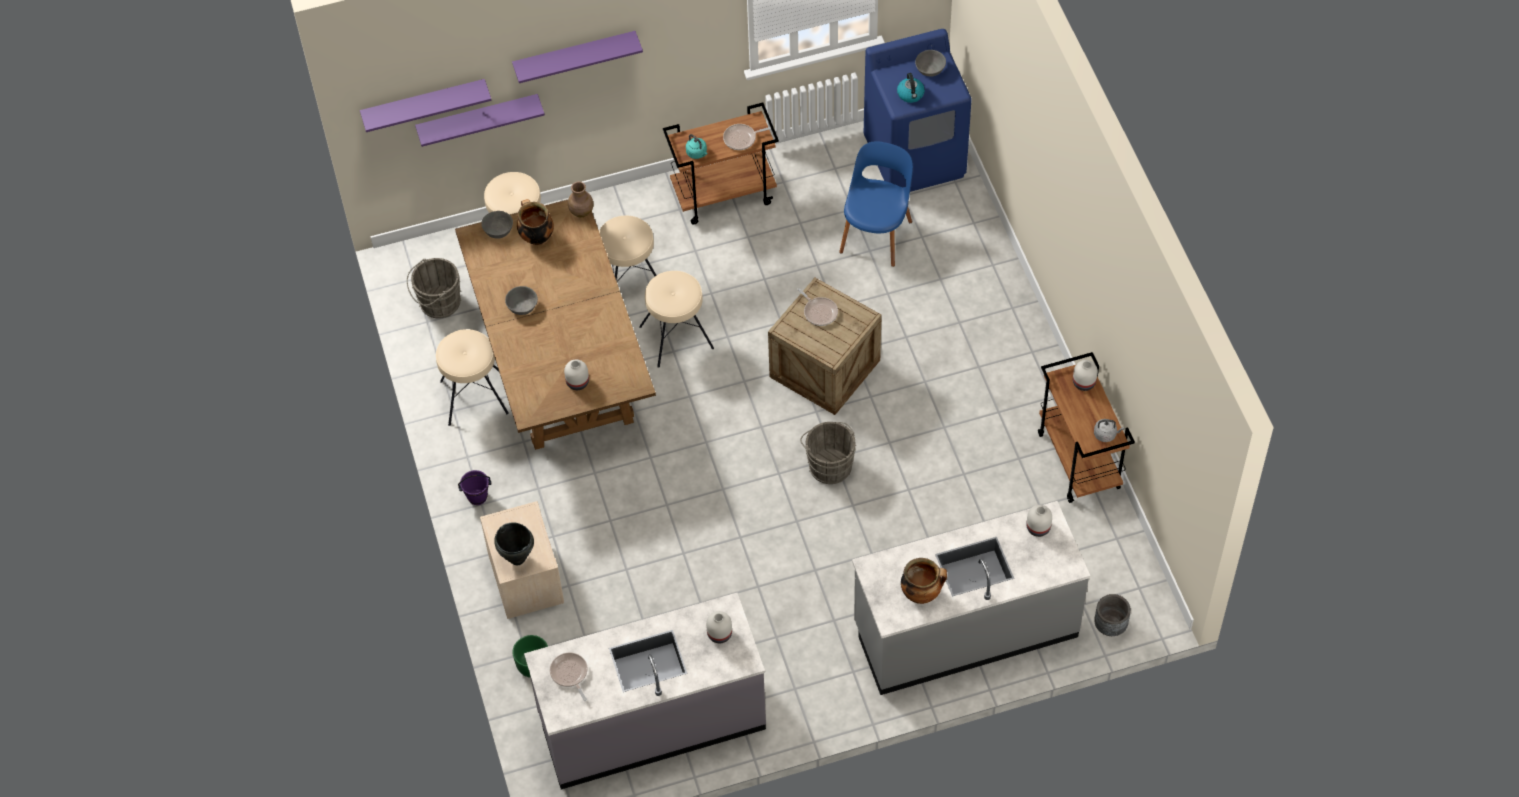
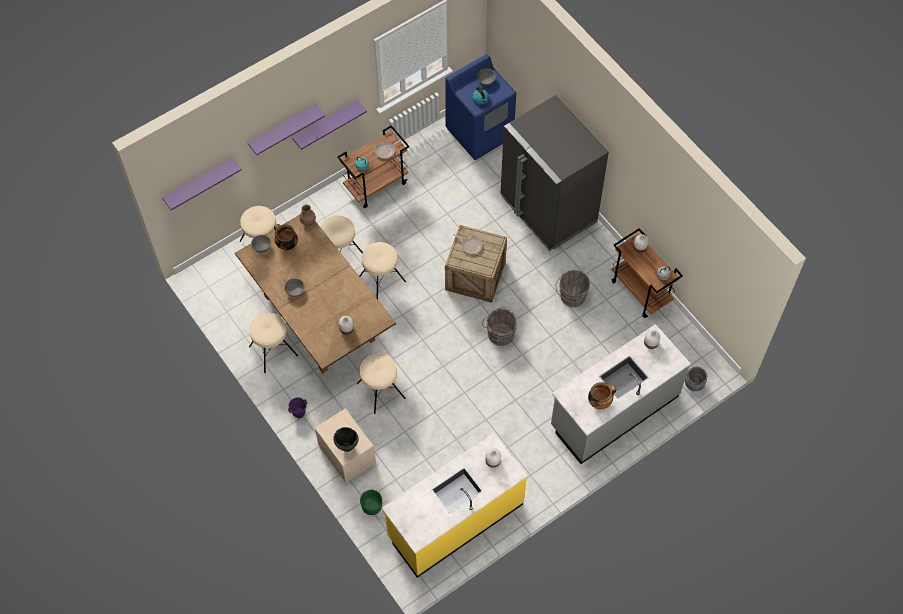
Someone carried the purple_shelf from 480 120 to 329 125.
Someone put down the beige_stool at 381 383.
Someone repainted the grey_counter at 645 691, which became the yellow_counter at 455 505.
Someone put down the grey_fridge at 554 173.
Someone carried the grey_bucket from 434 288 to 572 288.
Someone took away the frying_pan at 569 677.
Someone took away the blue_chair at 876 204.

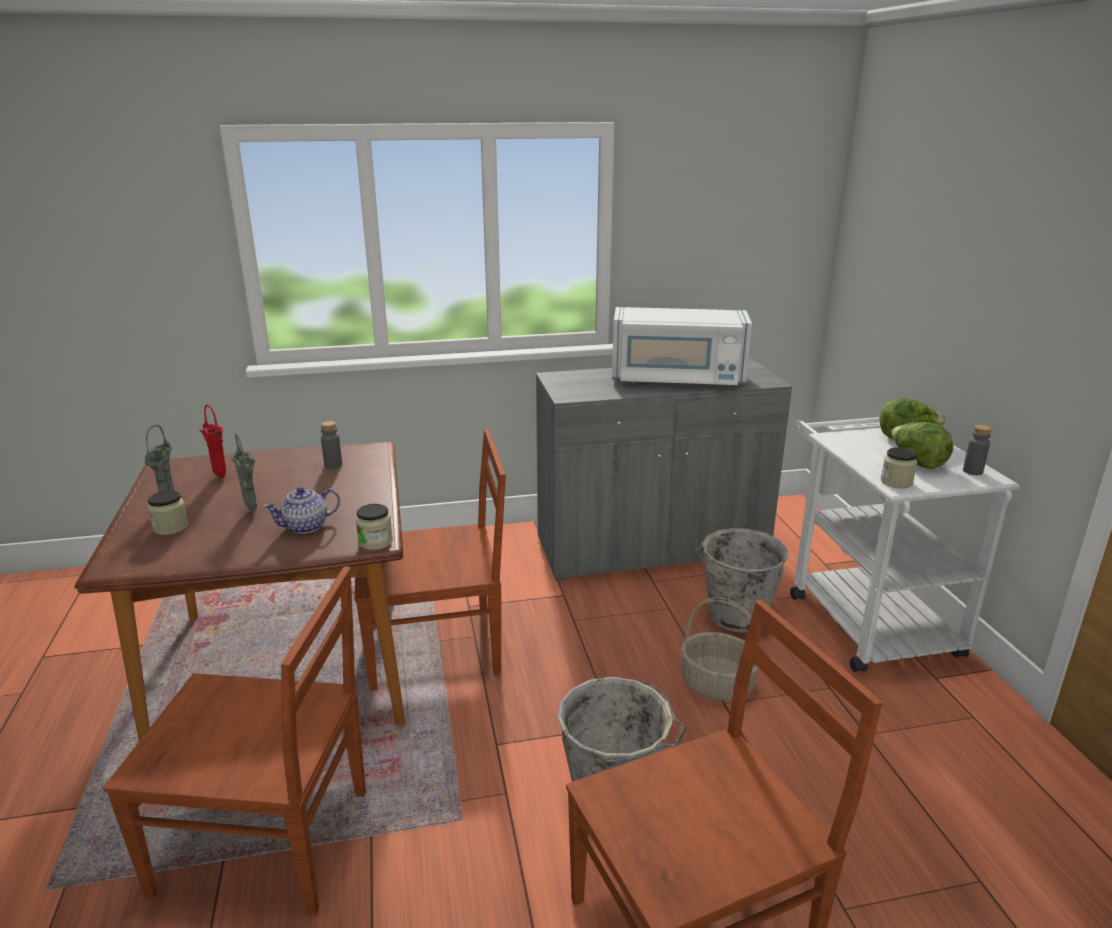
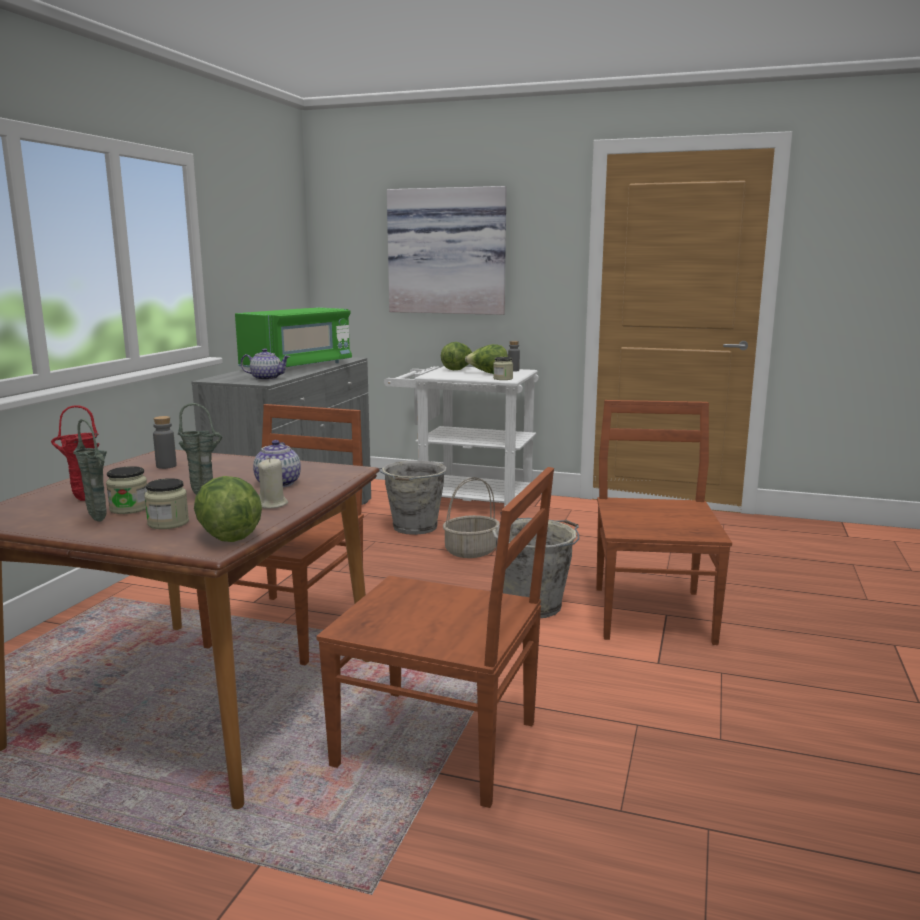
Someone carried the jar from 374 527 to 126 490.
Someone put down the lettuce at 228 509.
Someone repainted the white_microwave at 682 347, which became the green_microwave at 293 337.
Someone put down the teapot at 265 364.
Someone put down the beige_candle at 273 483.
Someone rotated the brown_chair at 234 740 by 75 degrees clockwise.
Someone put up the picture at 446 250.

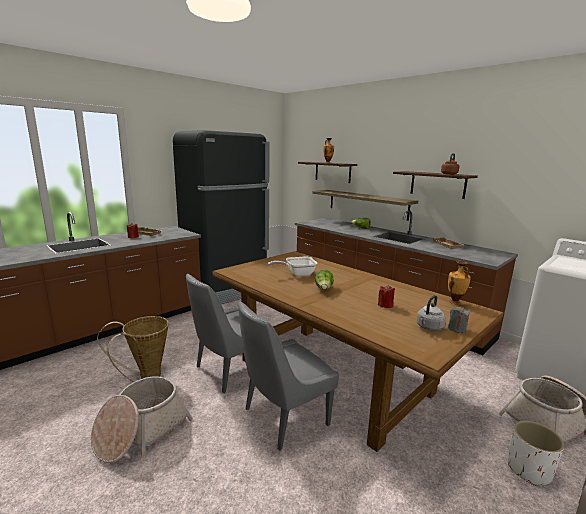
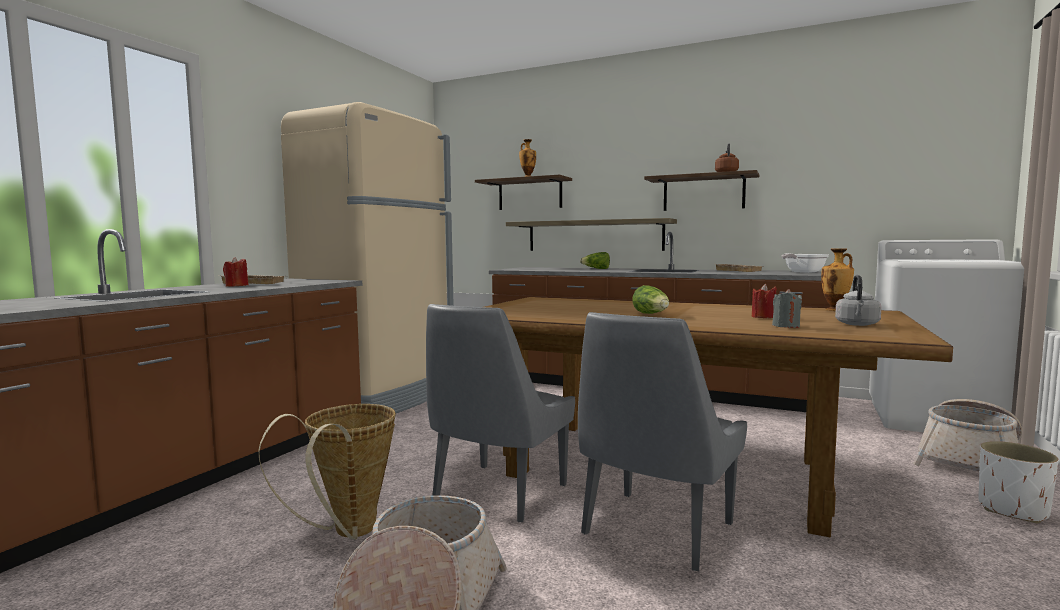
Someone repainted the black_fridge at 221 217, which became the beige_fridge at 367 257.
Someone carried the grey_candle from 459 320 to 787 308.
Someone carried the frying_pan from 292 266 to 805 263.

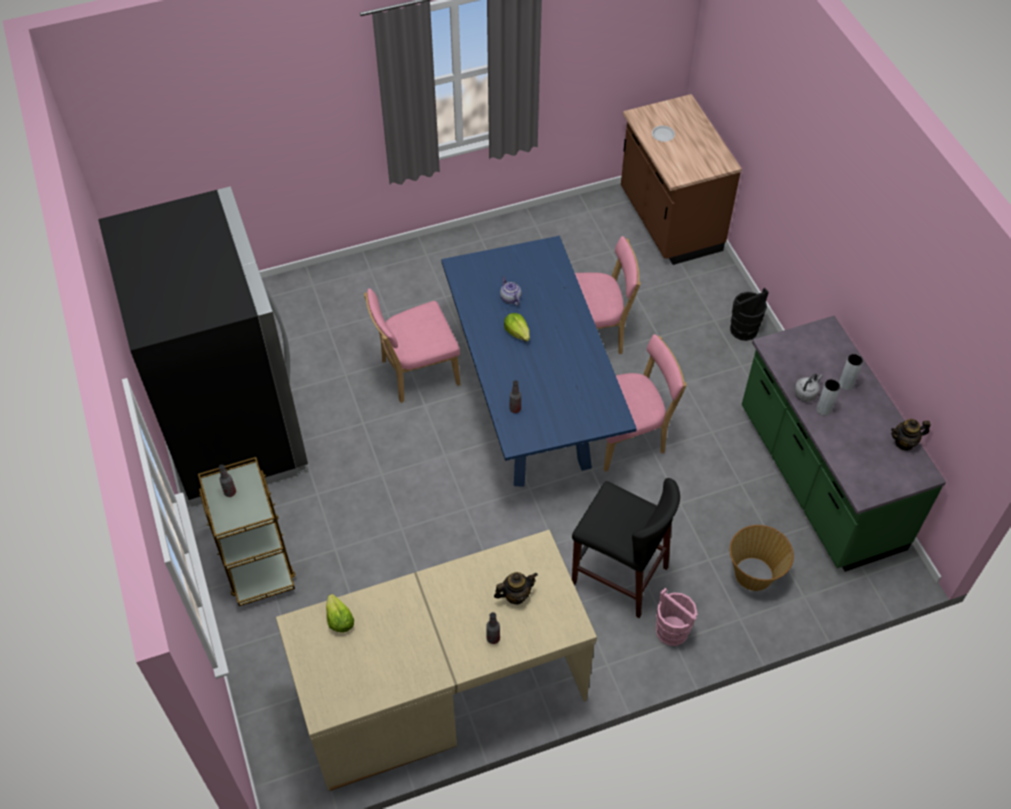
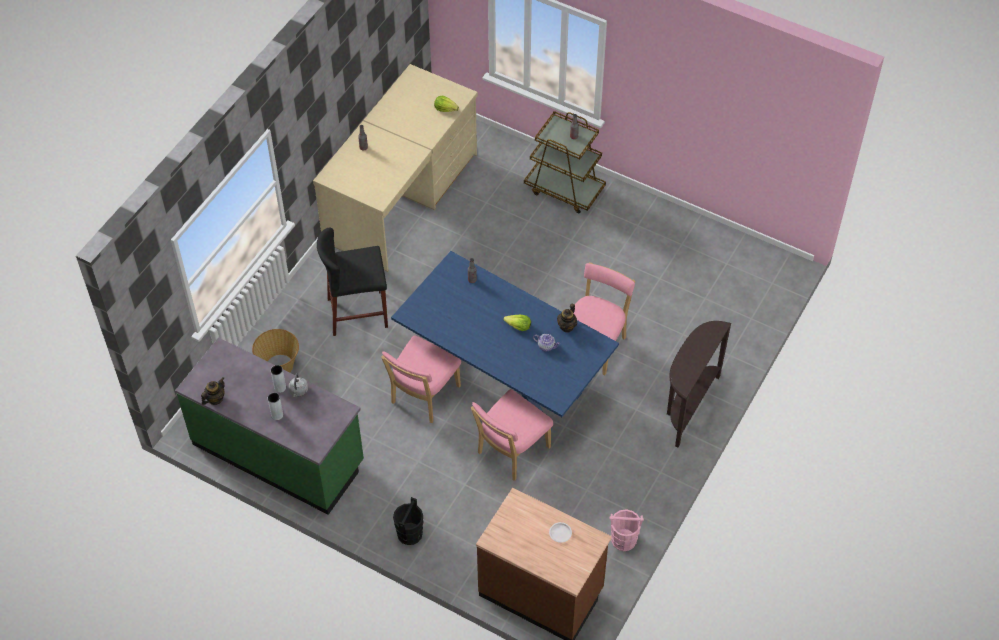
Someone carried the teapot from 516 588 to 567 317.
Someone carried the pink_bucket from 677 617 to 627 530.
Someone put down the brown_console_table at 699 384.
Someone took away the black_fridge at 203 346.

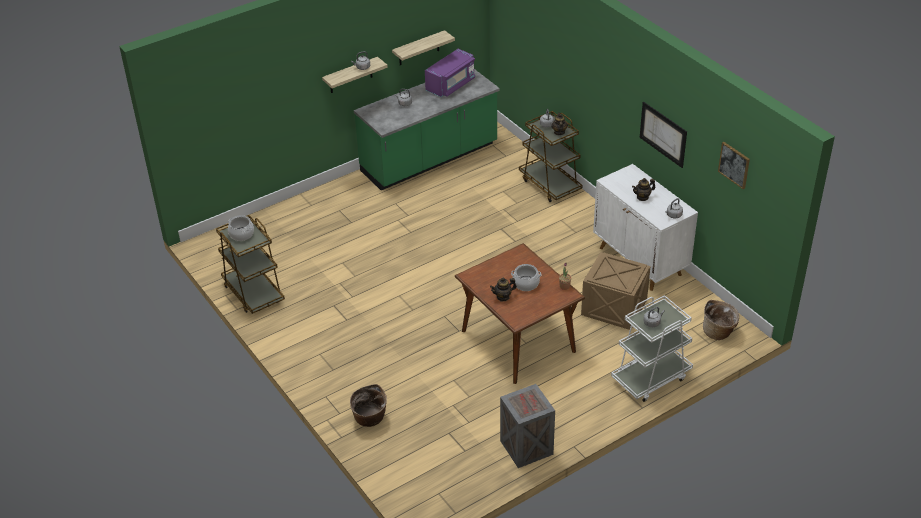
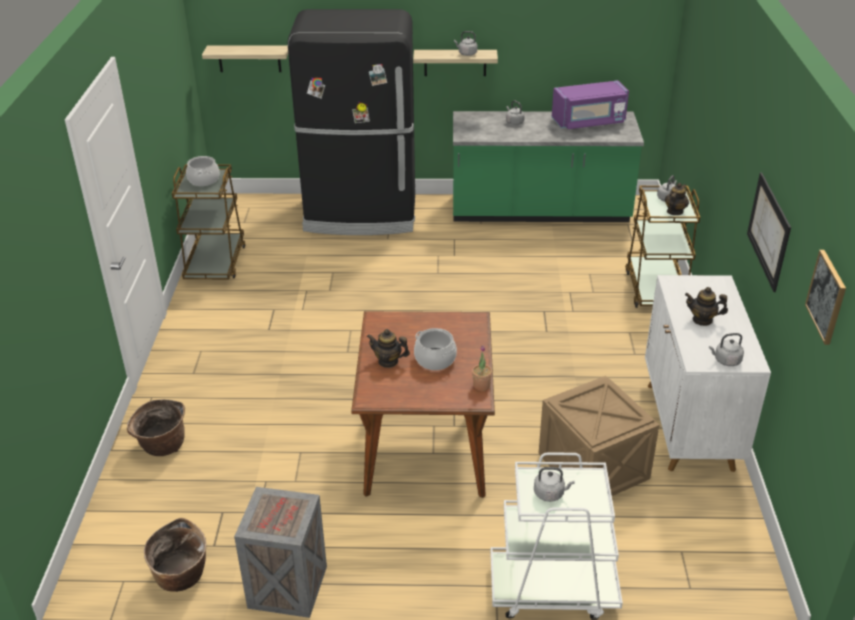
Someone carried the basket from 721 320 to 175 555.
Someone carried the shelf from 423 47 to 245 59.
Someone put down the black_fridge at 351 122.

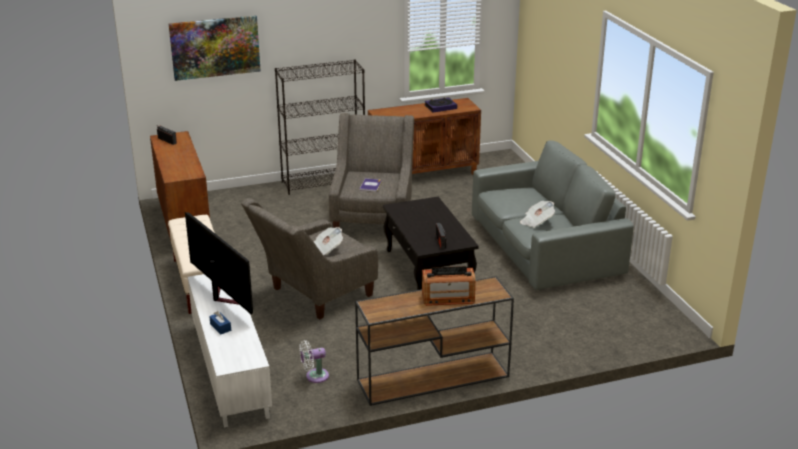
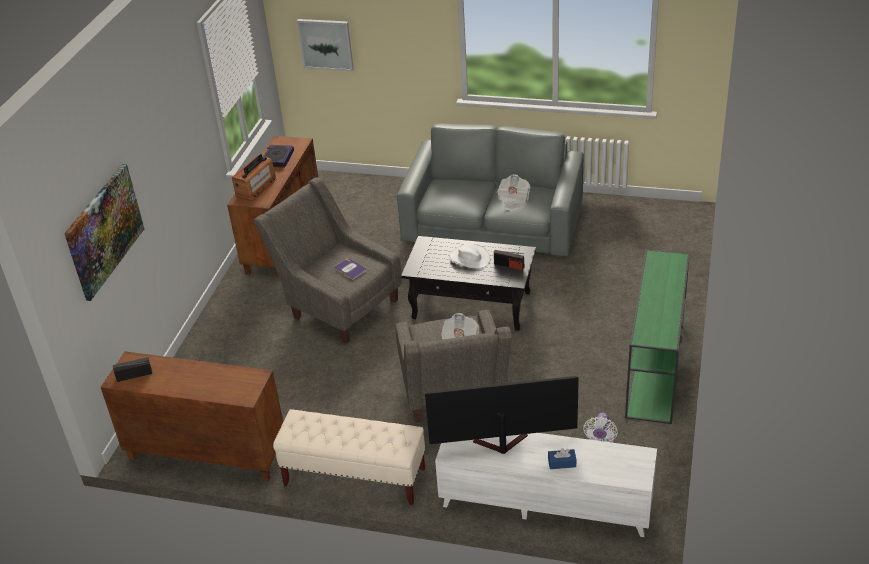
Someone carried the radio from 448 286 to 254 177.
Someone put up the picture at 325 45.
Someone put down the white_hat at 470 256.
Someone repainted the brown_console_table at 434 341, which became the green_console_table at 657 336.
Someone took away the black_bookcase at 320 127.

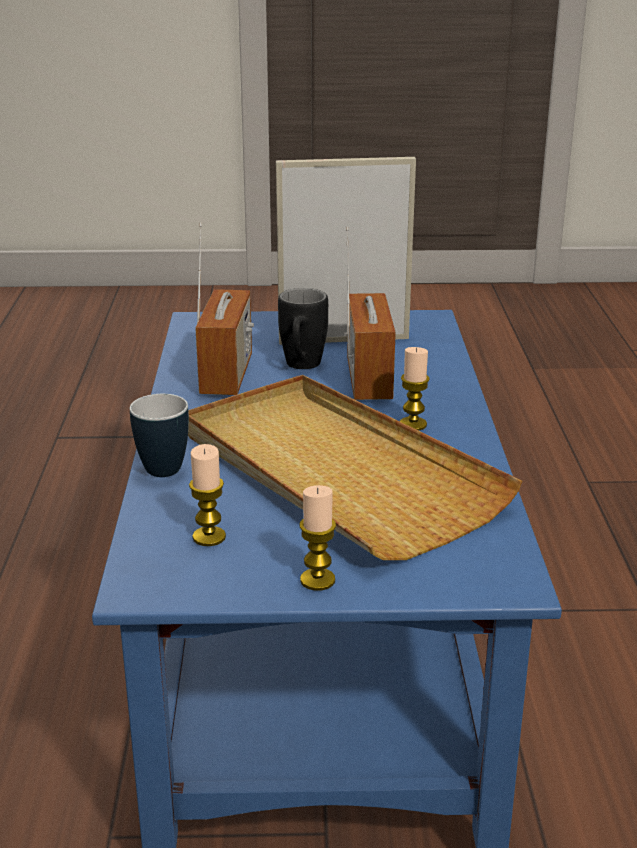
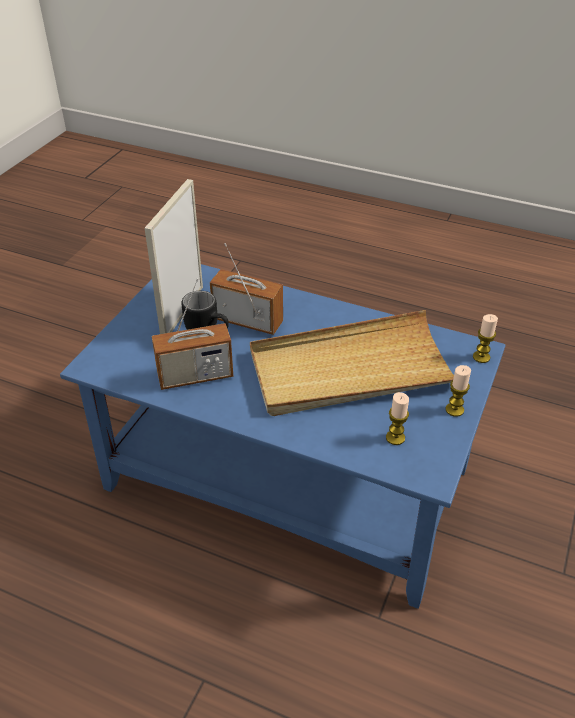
Someone rotated the radio at 224 308 by 135 degrees clockwise.
Someone carried the candle from 415 389 to 485 338.
Someone took away the mug at 159 435.

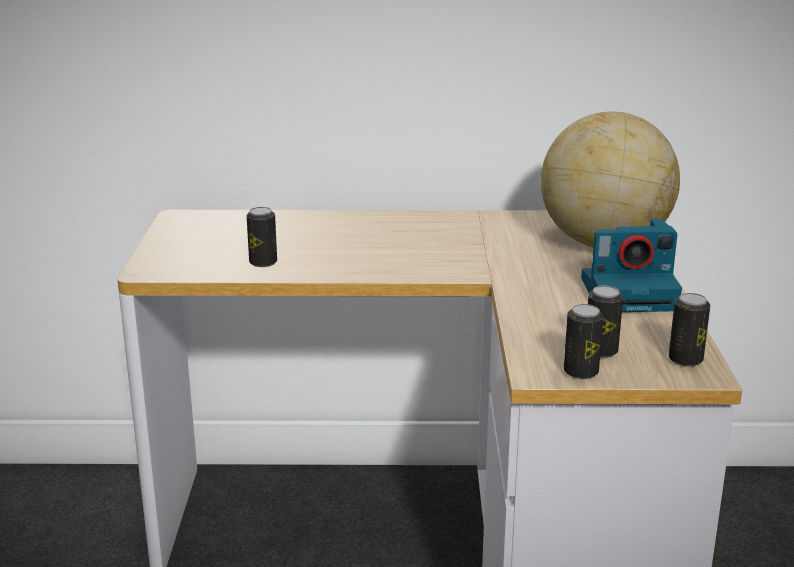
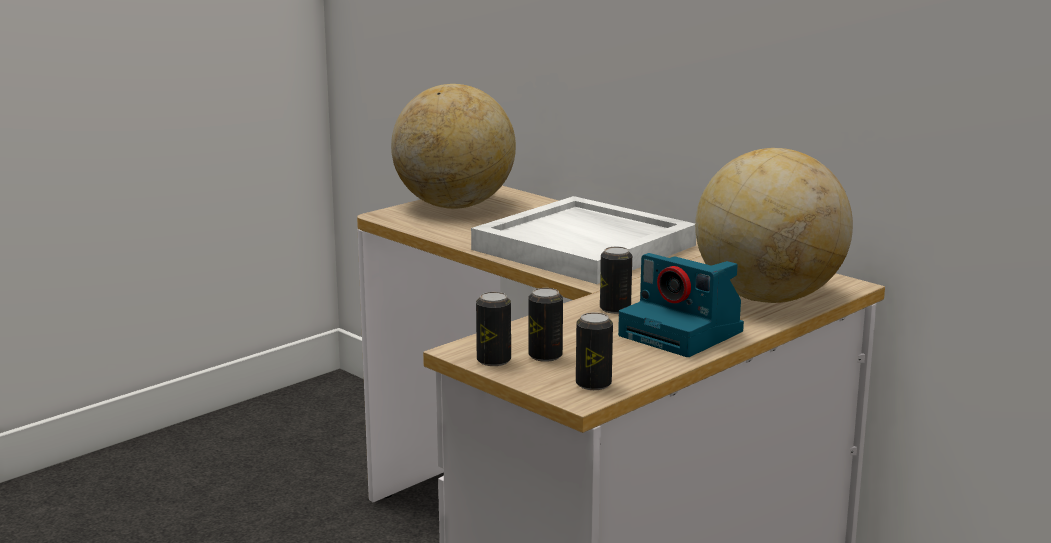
Someone put down the globe at 453 146.
Someone put down the white_tray at 583 240.
Someone carried the can from 262 237 to 616 280.

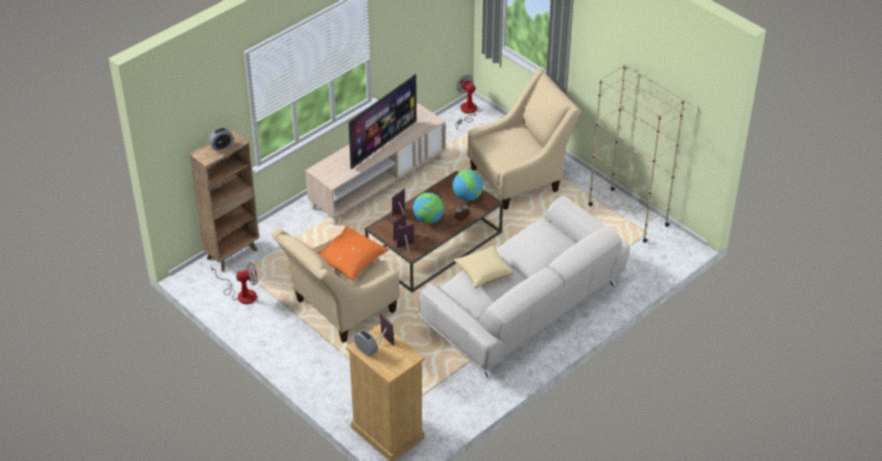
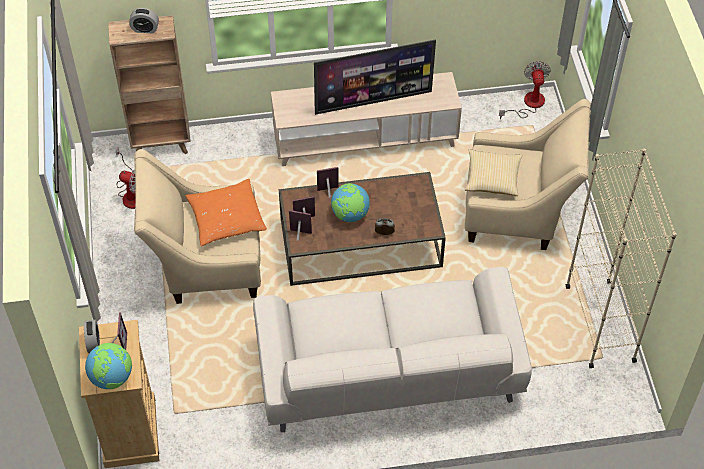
Someone carried the globe from 468 185 to 108 366.
Someone carried the pillow from 484 267 to 493 173.

